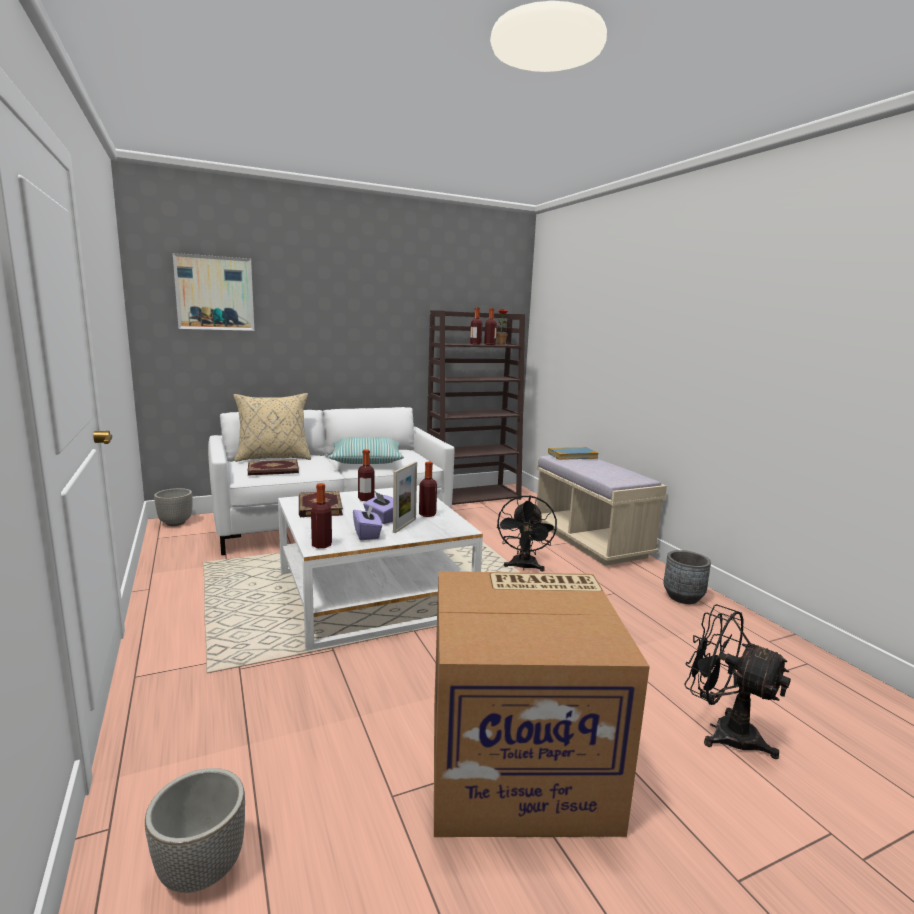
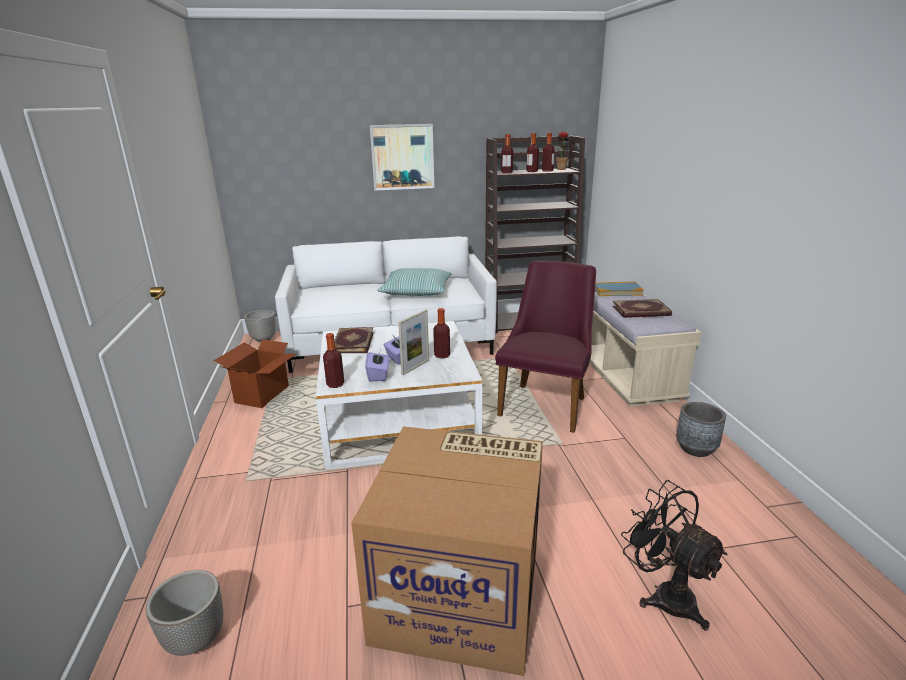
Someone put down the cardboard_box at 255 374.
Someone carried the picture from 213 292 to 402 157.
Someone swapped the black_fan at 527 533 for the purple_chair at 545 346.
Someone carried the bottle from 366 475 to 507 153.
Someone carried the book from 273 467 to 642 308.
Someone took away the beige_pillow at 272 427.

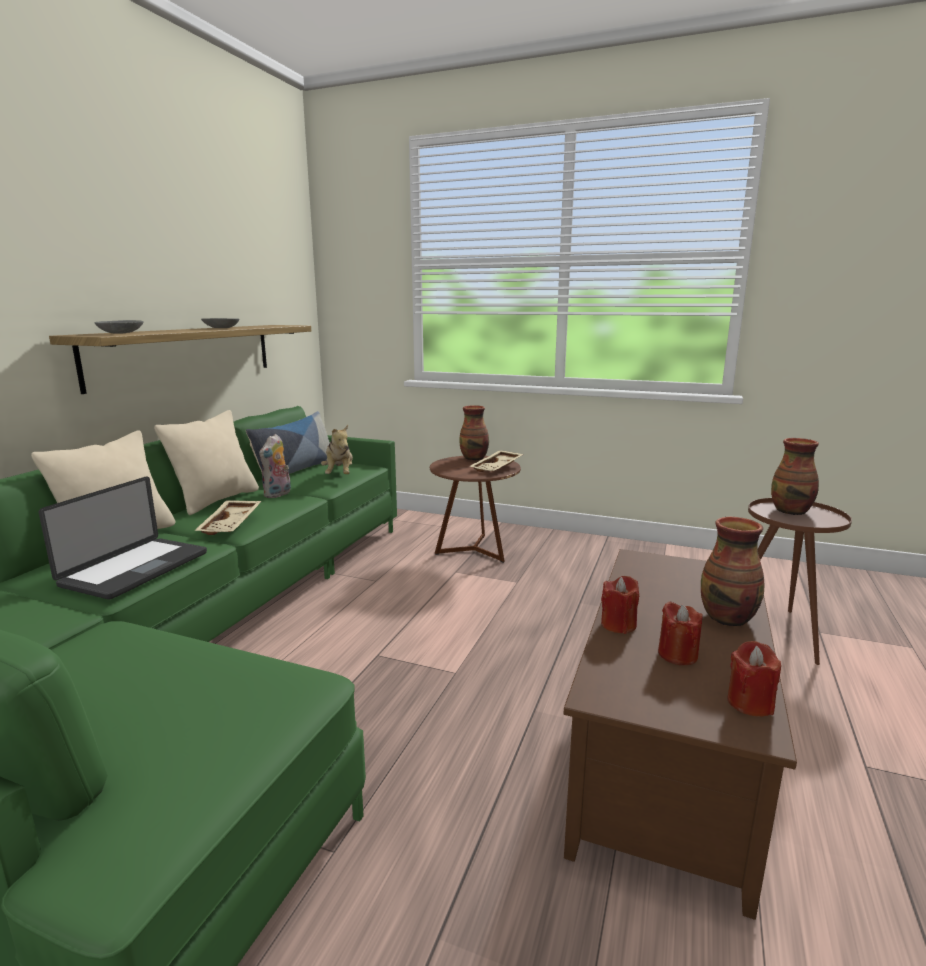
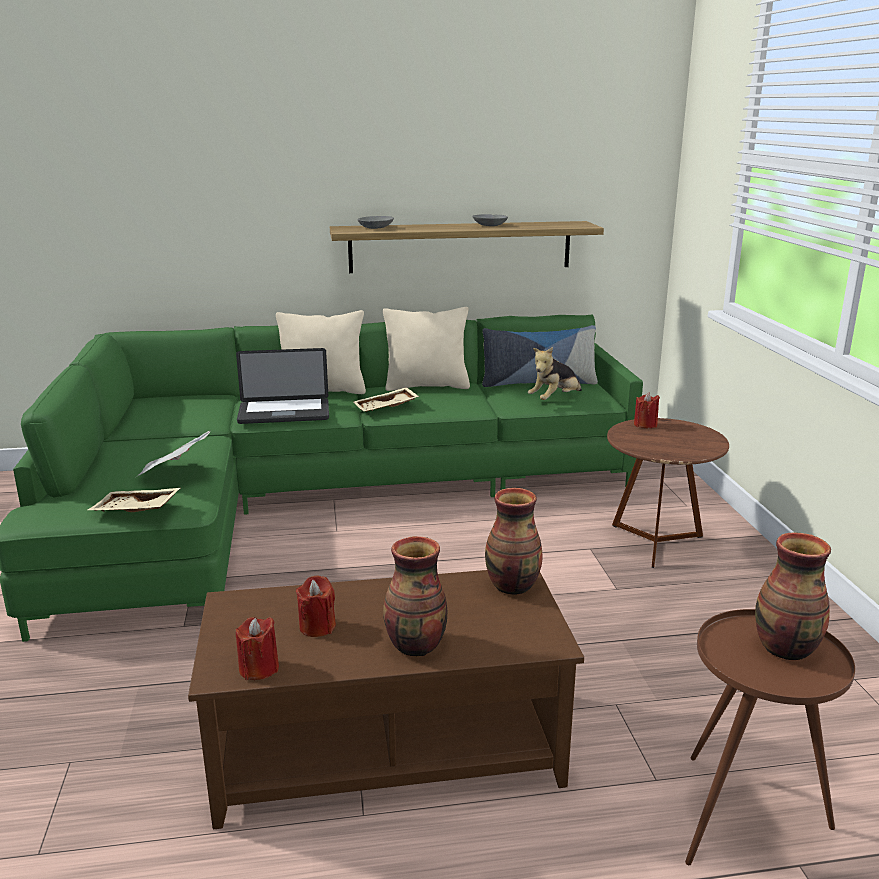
Someone carried the beige_tray from 496 461 to 134 500.
Someone put down the newspaper at 173 454.
Someone carried the vase from 474 433 to 513 541.
Someone carried the red_candle from 620 605 to 647 410.
Someone took away the plush_toy at 275 466.

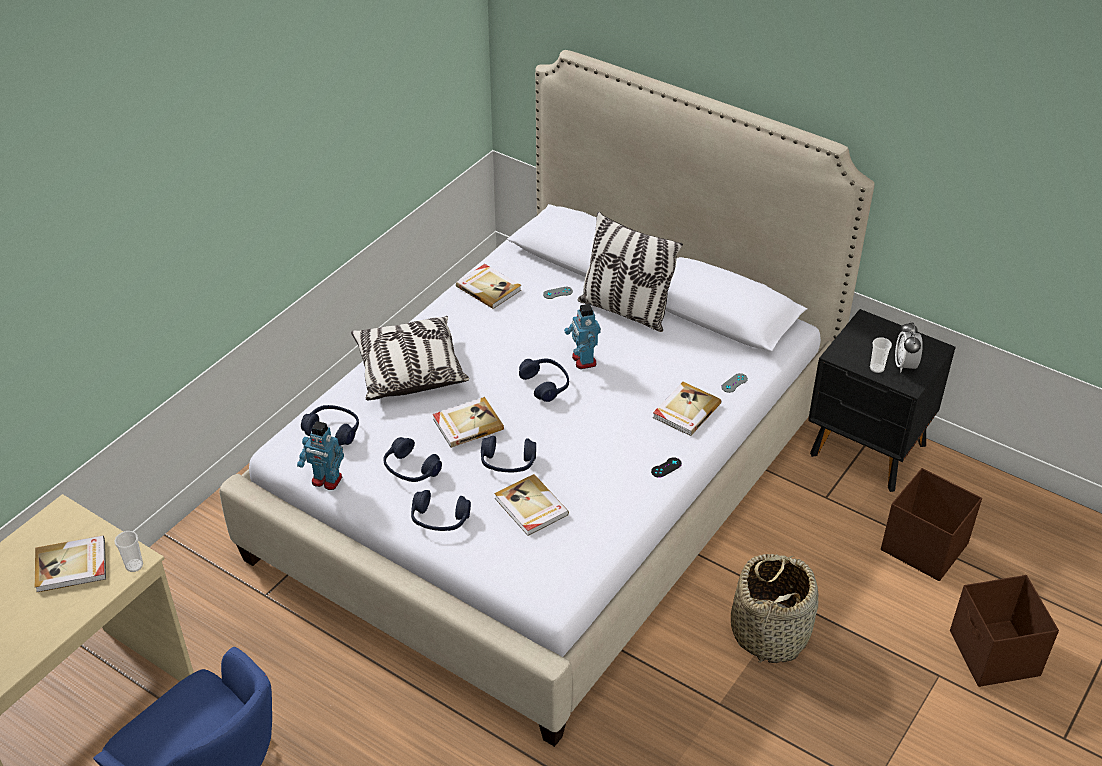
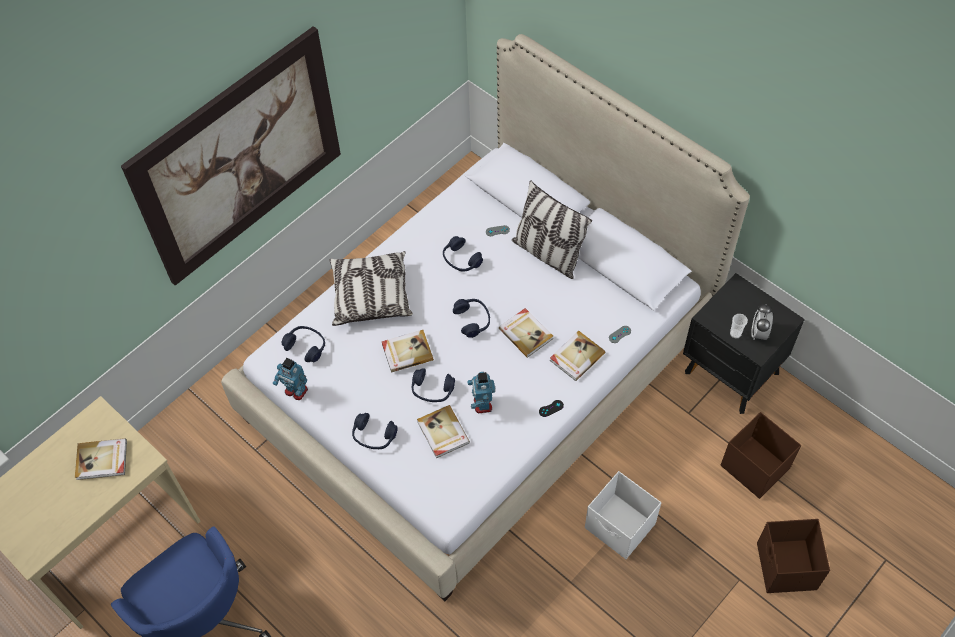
Someone put up the picture at 231 156.
Someone carried the blue_headphones from 412 459 to 463 254.
Someone carried the toy_robot from 582 336 to 481 392.
Someone carried the book from 488 286 to 526 333.
Someone swapped the basket at 774 608 for the white_storage_box at 623 515.
Someone took away the cup at 128 551.

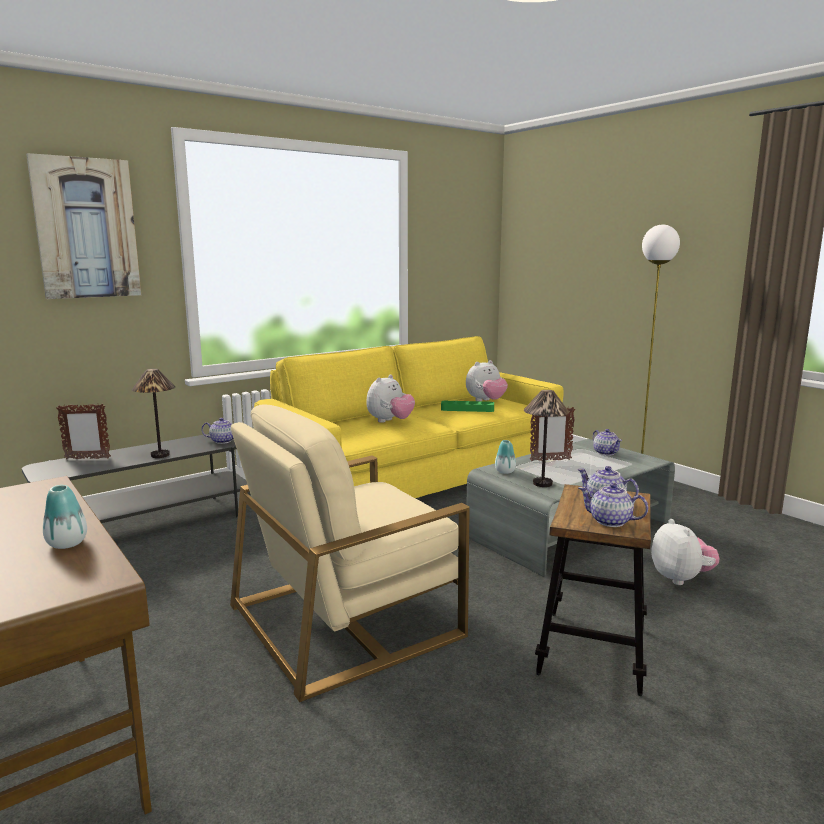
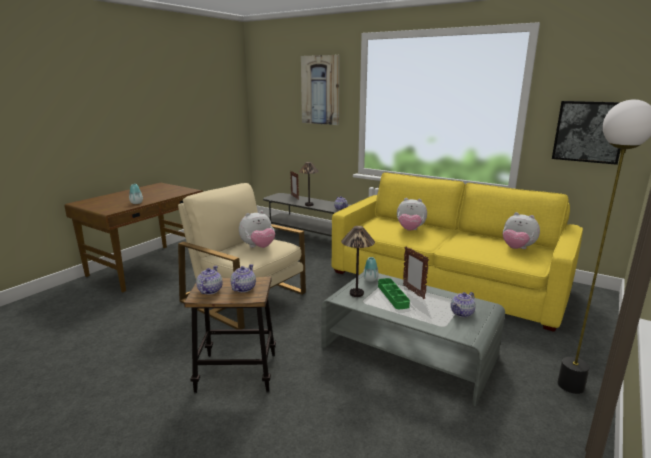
Someone carried the plush_toy from 685 552 to 257 229.
Someone carried the green_tray from 467 406 to 394 293.
Someone put up the picture at 586 133.

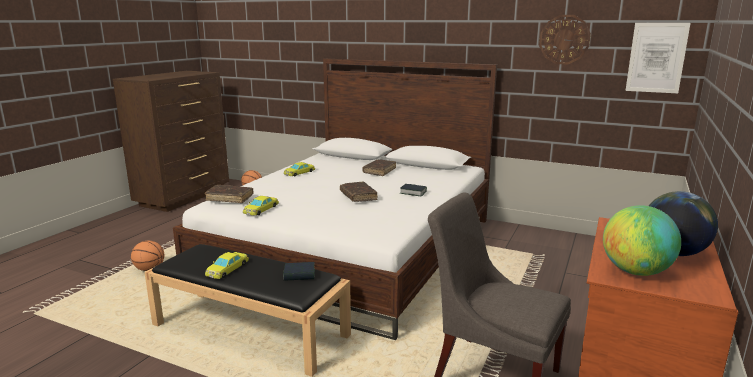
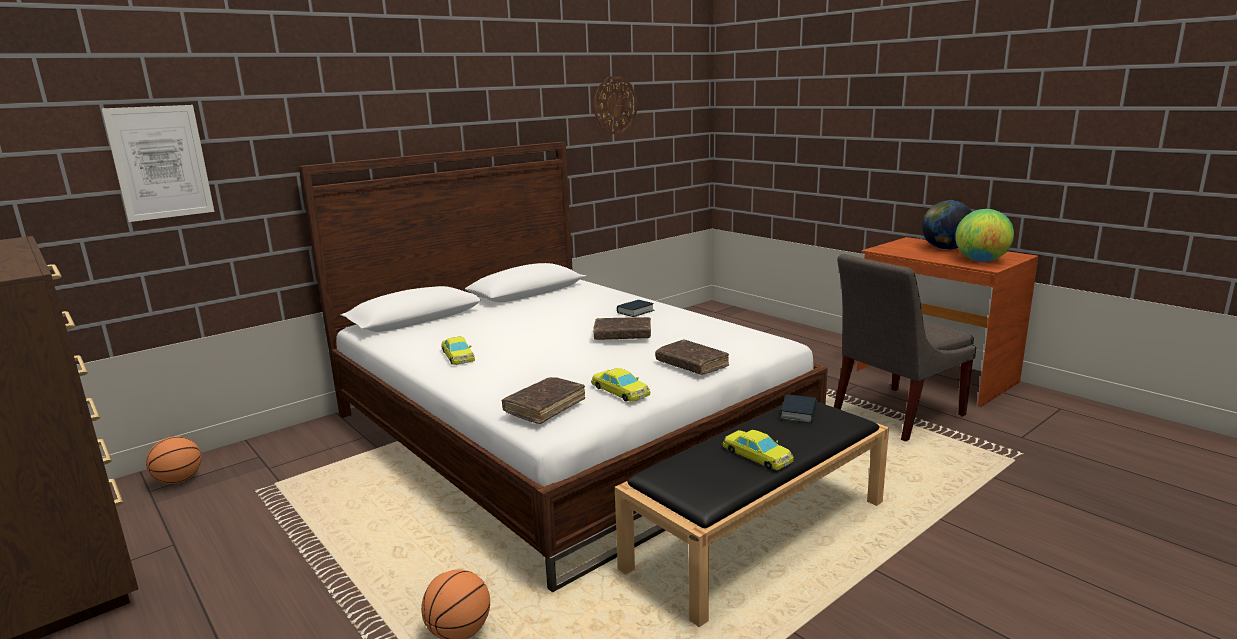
Someone carried the picture from 657 58 to 158 163.
Someone carried the brown_book from 379 168 to 692 357.

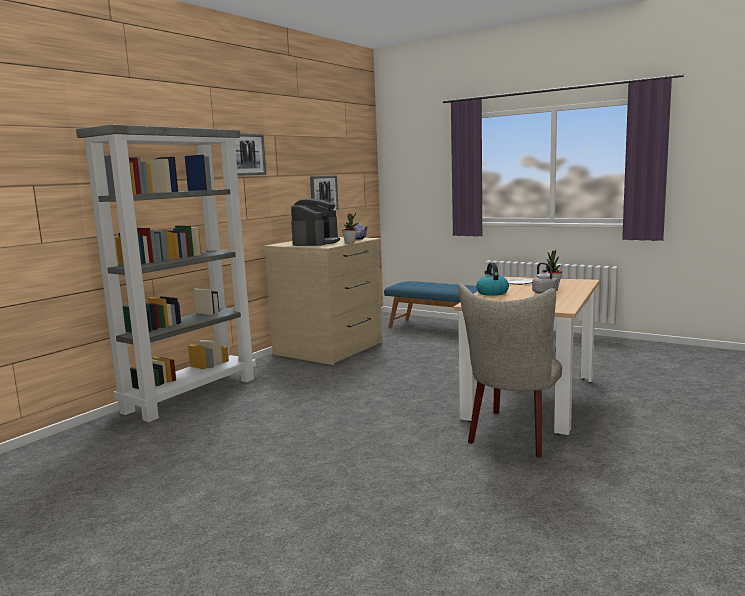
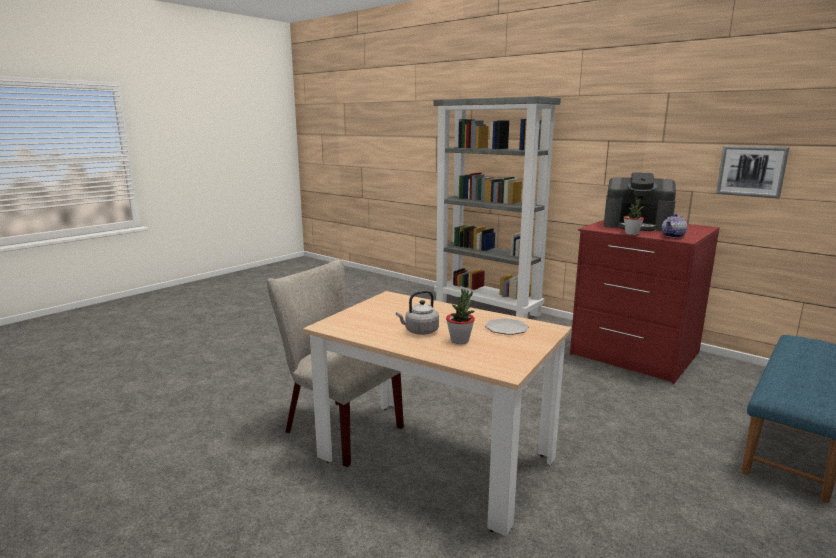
Someone repainted the beige_dresser at 323 301, which became the red_dresser at 645 302.
Someone took away the picture at 250 154.
Someone took away the kettle at 492 279.

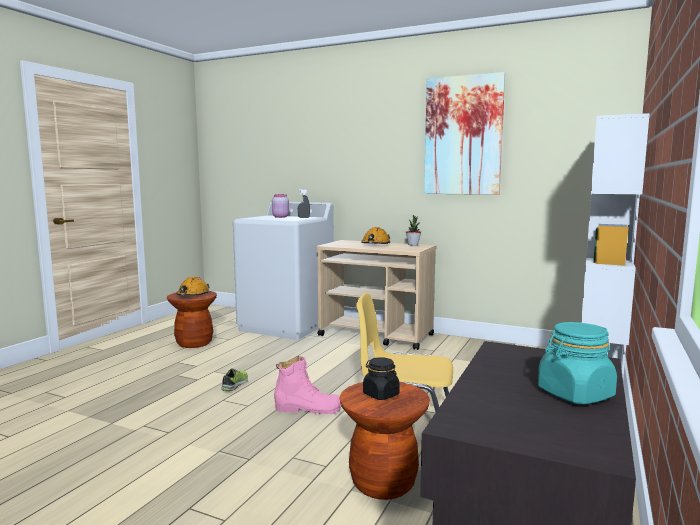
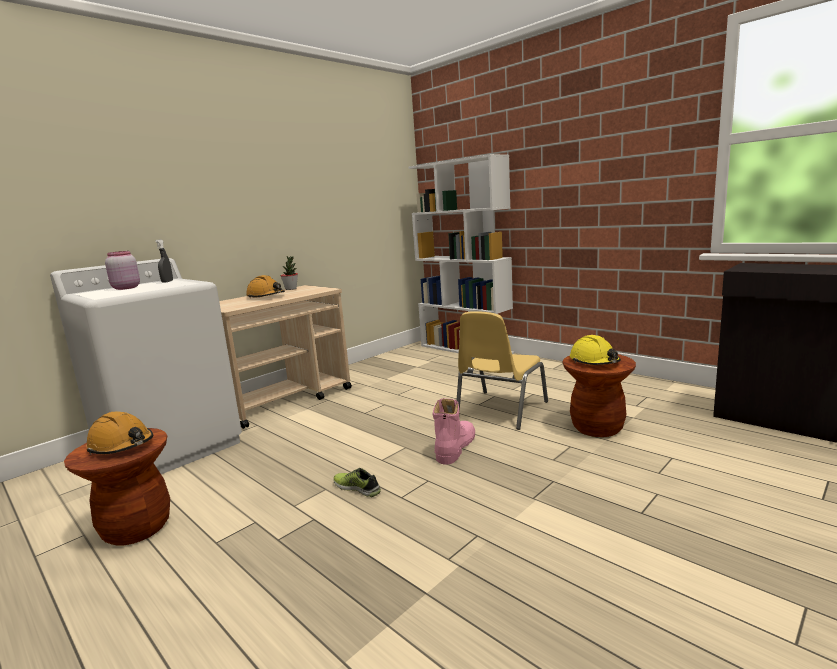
Someone swapped the black_jar at 381 378 for the yellow_hard_hat at 595 350.
Someone took away the picture at 464 133.
Someone took away the turquoise_jar at 577 363.

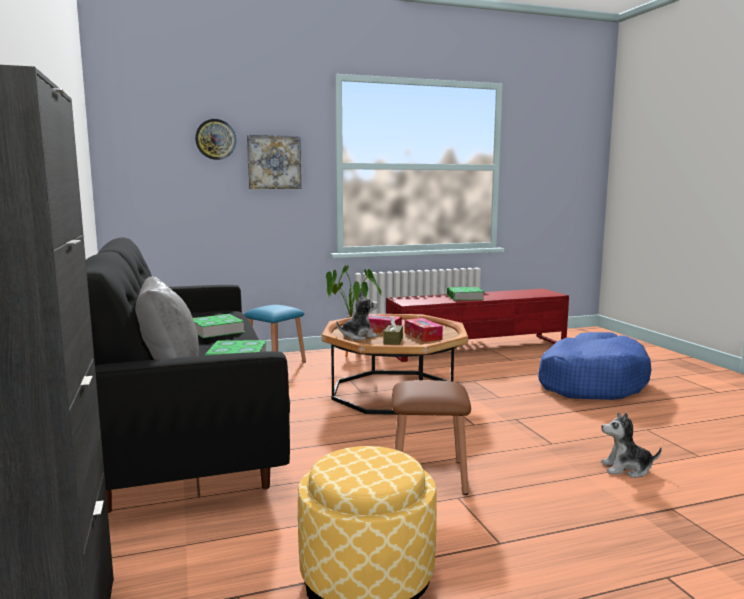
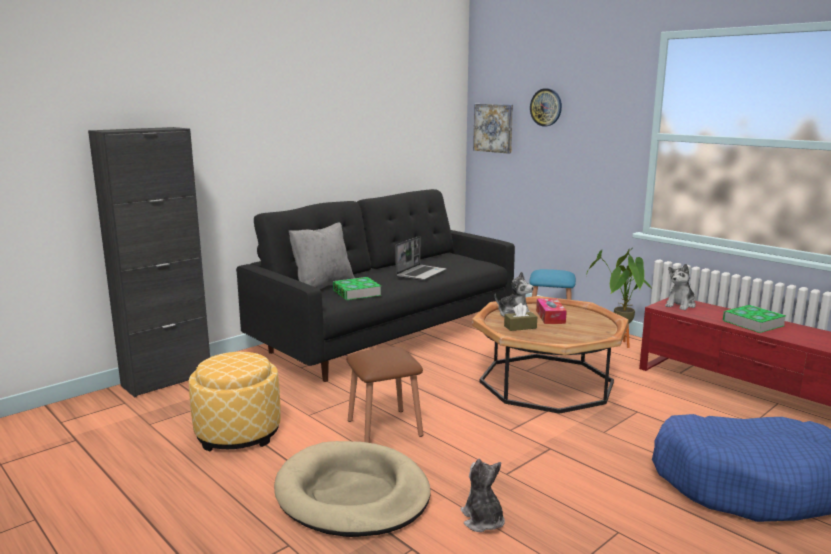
Someone put down the beige_dog_bed at 352 489.
Someone swapped the book at 218 326 for the laptop at 421 258.
Someone carried the picture from 274 162 to 493 129.
Someone put down the plush_toy at 680 287.
Someone took away the tissue_box at 424 330.

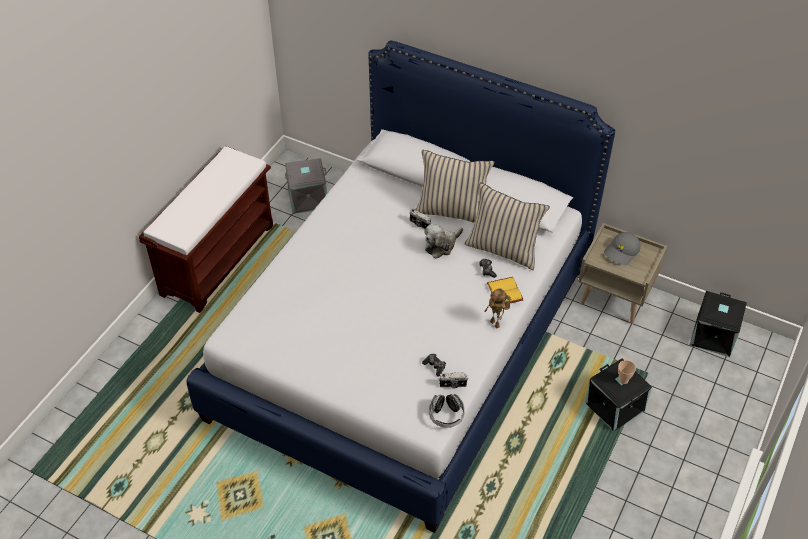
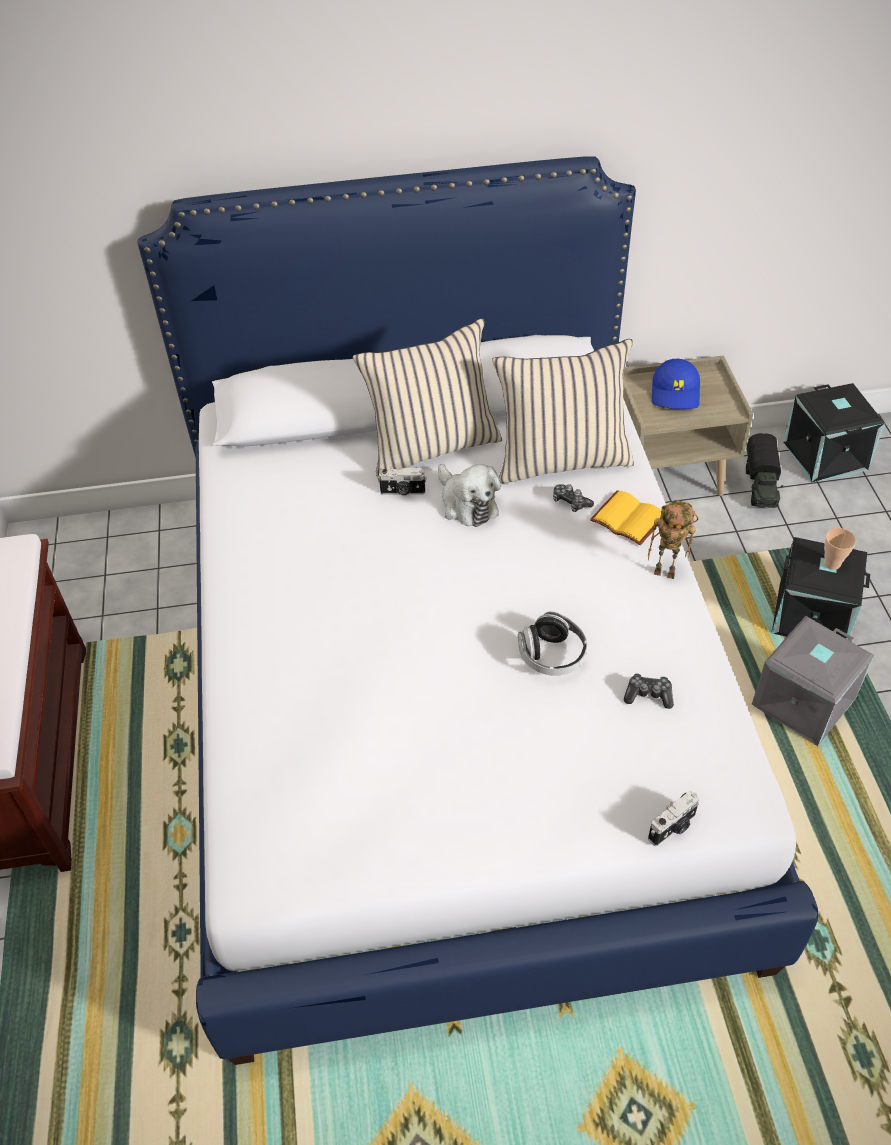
Someone rotated the plush_toy at 444 241 by 45 degrees counterclockwise.
Someone carried the headphones from 446 411 to 552 643.
Someone carried the photo_camera from 453 380 to 674 818.
Someone repainted the grey_cap at 622 248, which became the blue_cap at 676 384.
Someone put down the toy_truck at 764 471.
Someone carried the grey_storage_box from 306 186 to 813 681.

